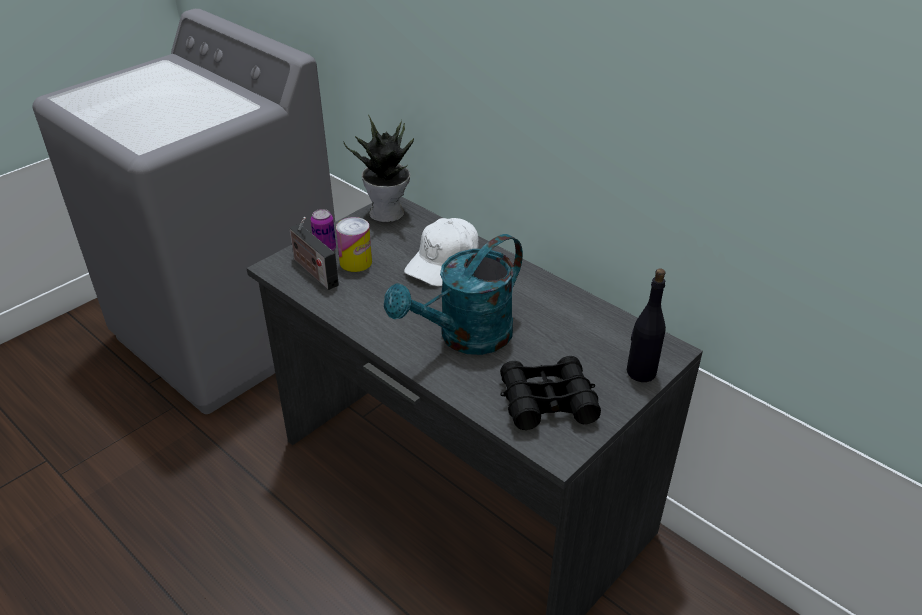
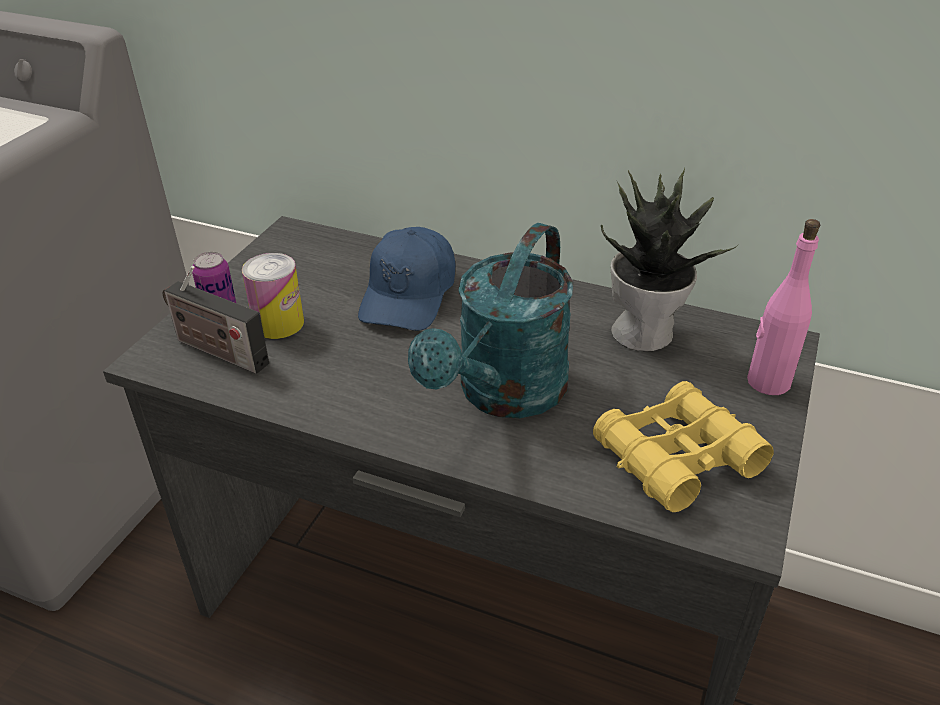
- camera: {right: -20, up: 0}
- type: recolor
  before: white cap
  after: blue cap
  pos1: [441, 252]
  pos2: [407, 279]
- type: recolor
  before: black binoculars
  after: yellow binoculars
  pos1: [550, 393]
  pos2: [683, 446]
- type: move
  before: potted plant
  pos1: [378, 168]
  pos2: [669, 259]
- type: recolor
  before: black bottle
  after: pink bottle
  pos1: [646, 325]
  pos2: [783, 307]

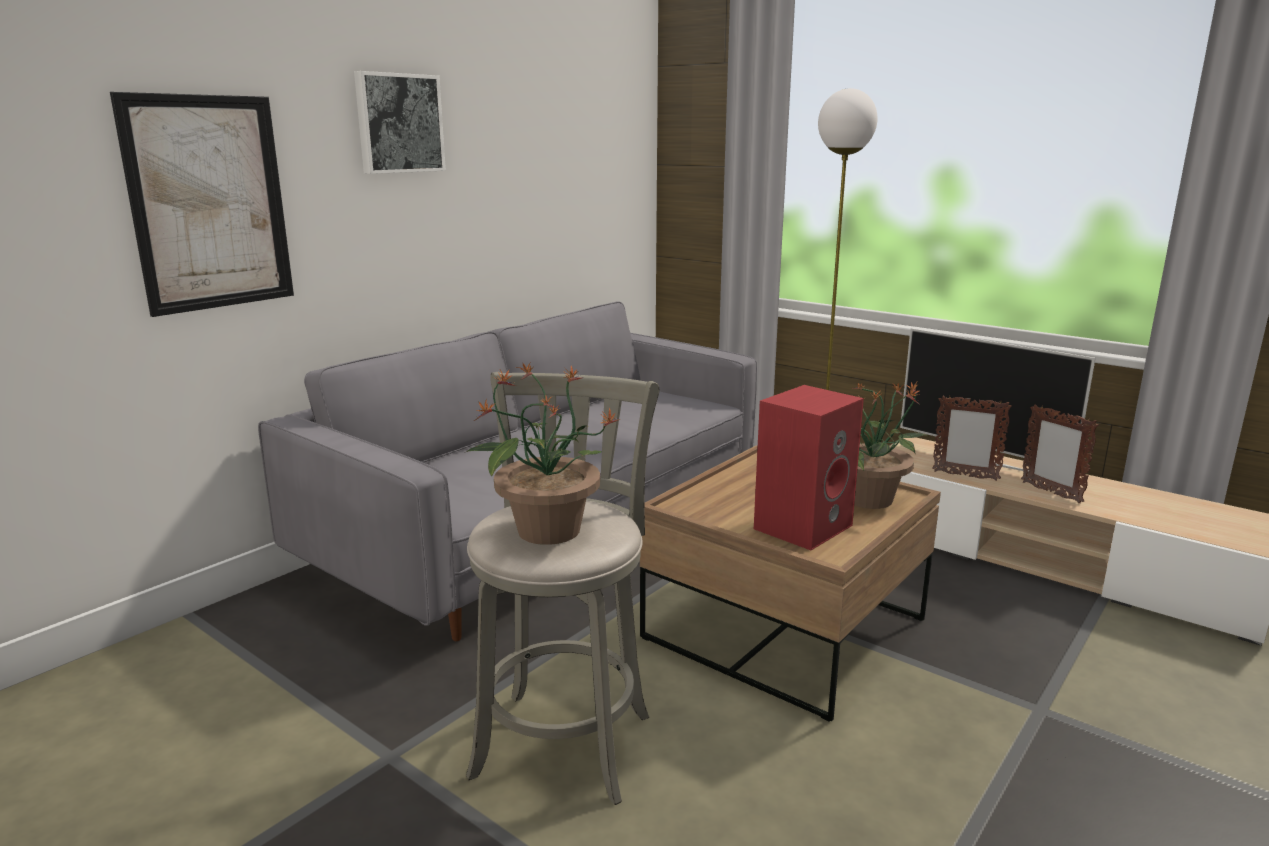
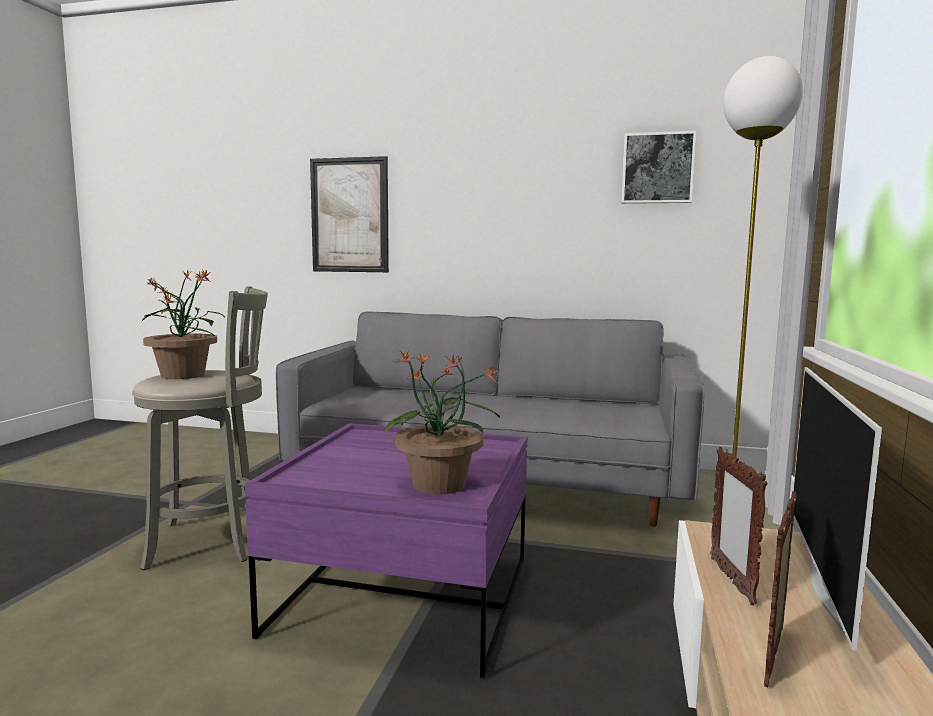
- camera: {right: 65, up: -10}
- type: recolor
  before: brown coffee table
  after: purple coffee table
  pos1: [790, 584]
  pos2: [386, 550]
- type: move
  before: picture
  pos1: [400, 122]
  pos2: [658, 167]
- type: delete
  before: red speaker
  pos1: [809, 467]

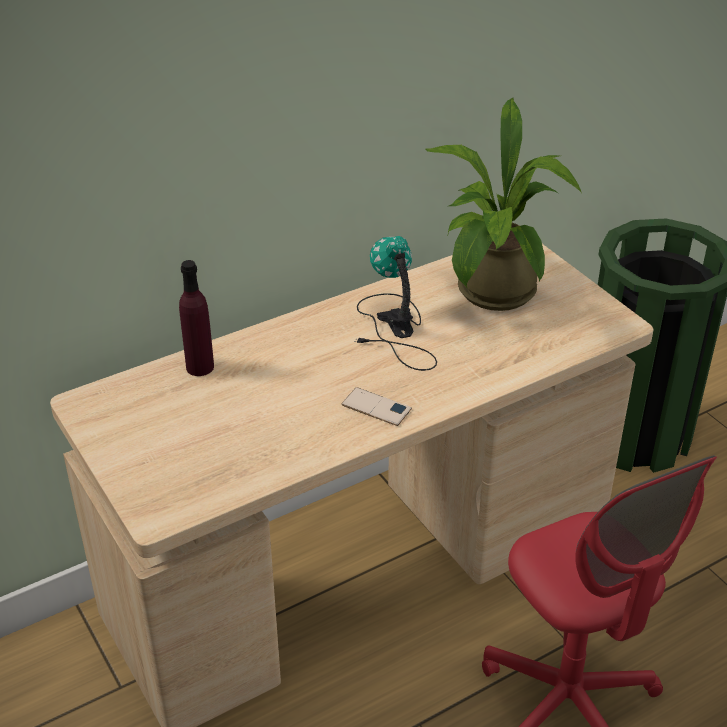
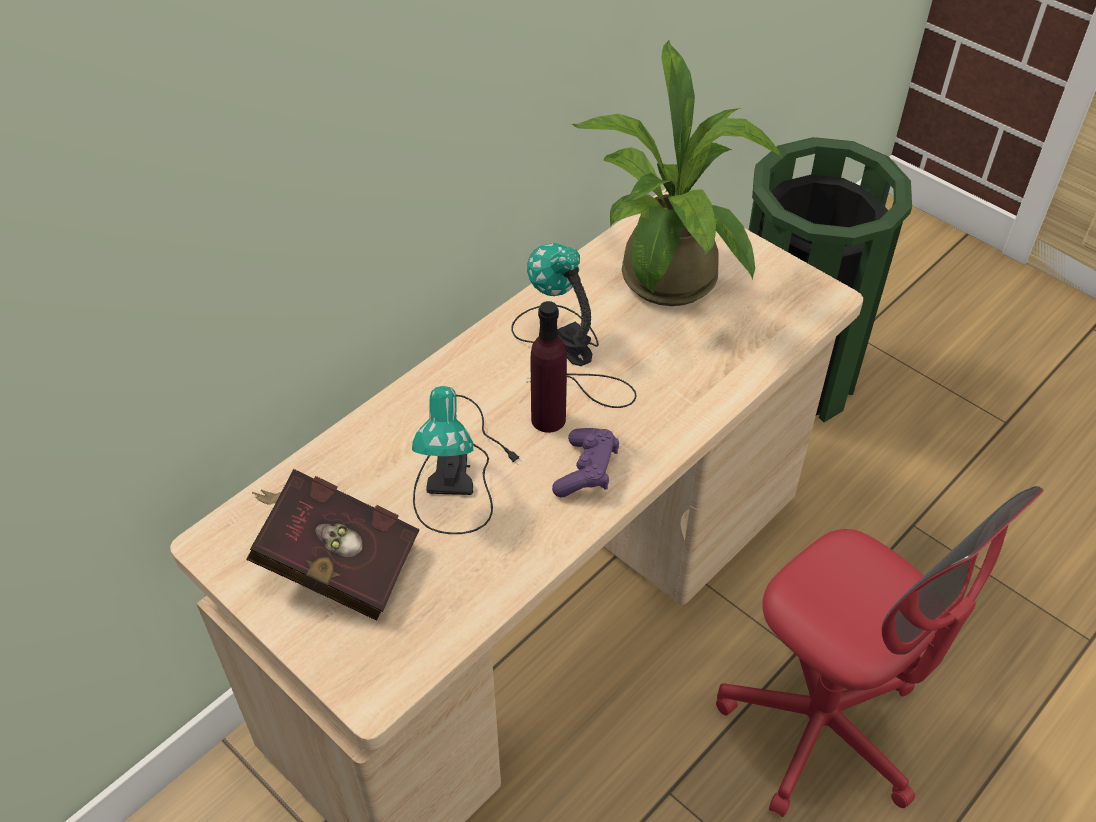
- camera: {right: -15, up: 10}
- type: insert
  after: red book
  pos2: [333, 545]
- type: insert
  after: table lamp
  pos2: [466, 460]
- type: move
  before: purple bottle
  pos1: [196, 318]
  pos2: [549, 367]
- type: replace
  before: phone
  after: purple game controller
  pos1: [377, 406]
  pos2: [585, 463]

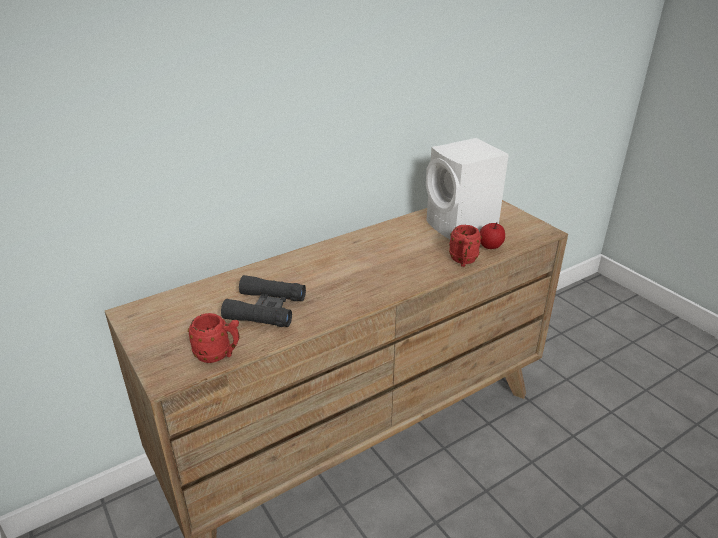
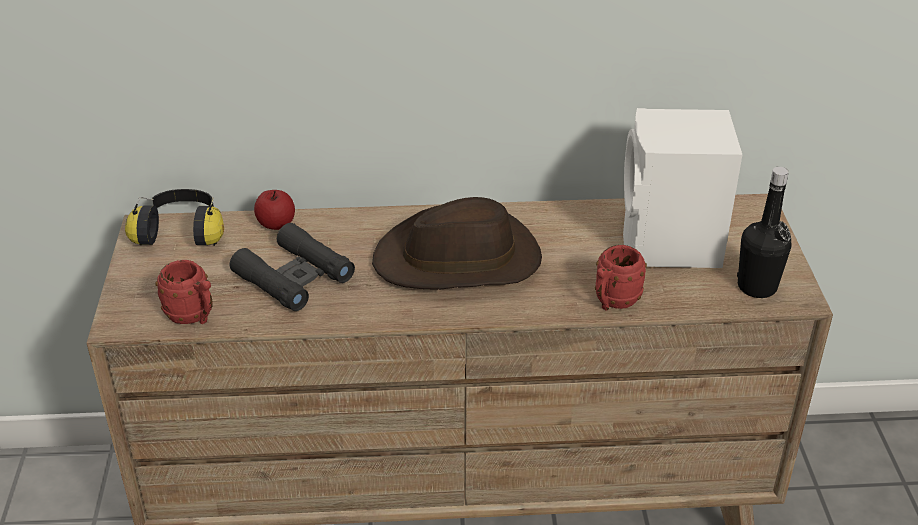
- camera: {right: 30, up: 5}
- type: insert
  after: headphones
  pos2: [174, 217]
- type: move
  before: apple
  pos1: [492, 235]
  pos2: [274, 210]
- type: insert
  after: brown hat
  pos2: [457, 243]
- type: insert
  after: black bottle
  pos2: [764, 232]

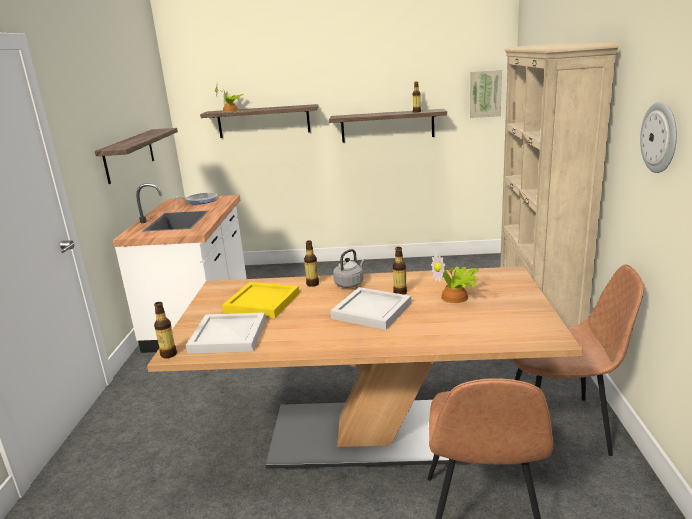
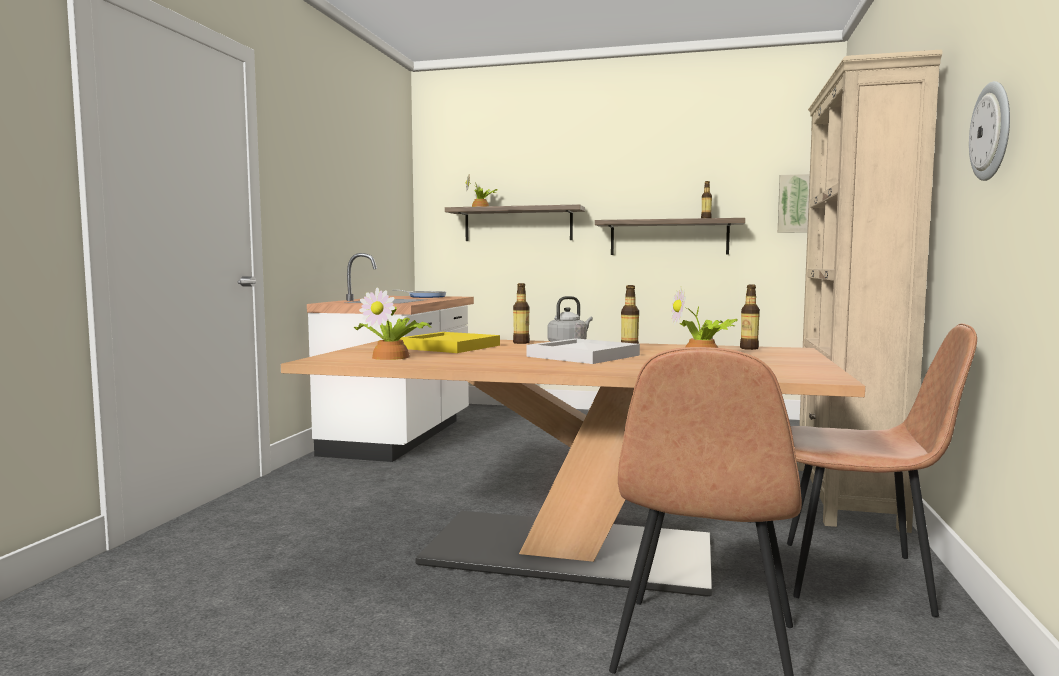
- camera: {right: 10, up: -15}
- type: replace
  before: white tray
  after: potted plant
  pos1: [226, 333]
  pos2: [392, 323]
- type: move
  before: bottle
  pos1: [165, 330]
  pos2: [750, 317]
- type: delete
  before: shelf
  pos1: [136, 156]

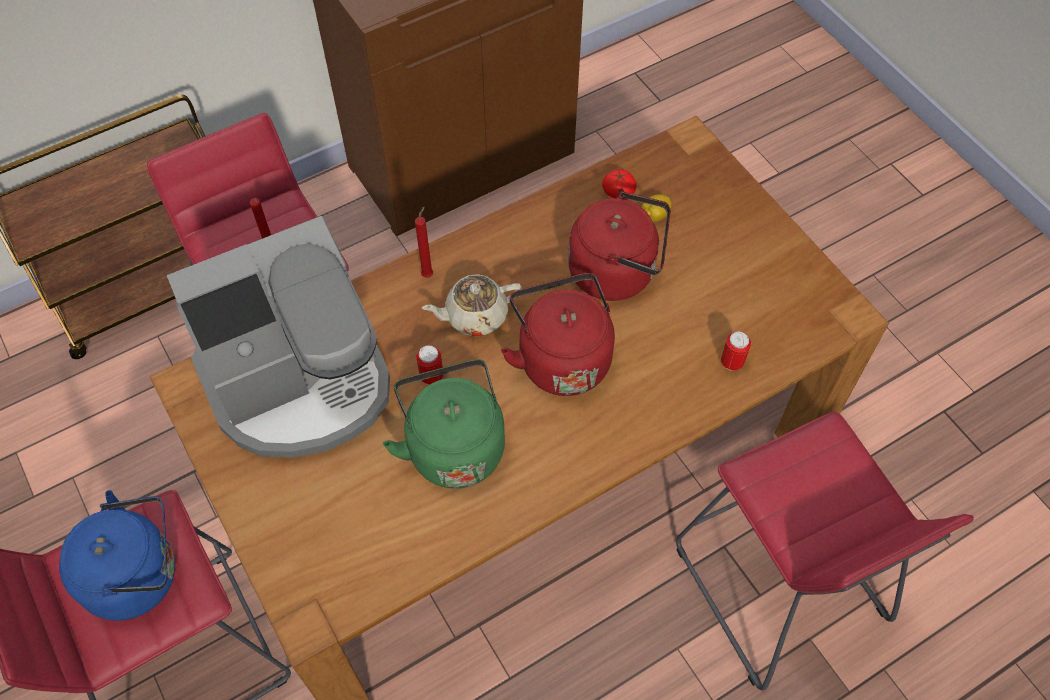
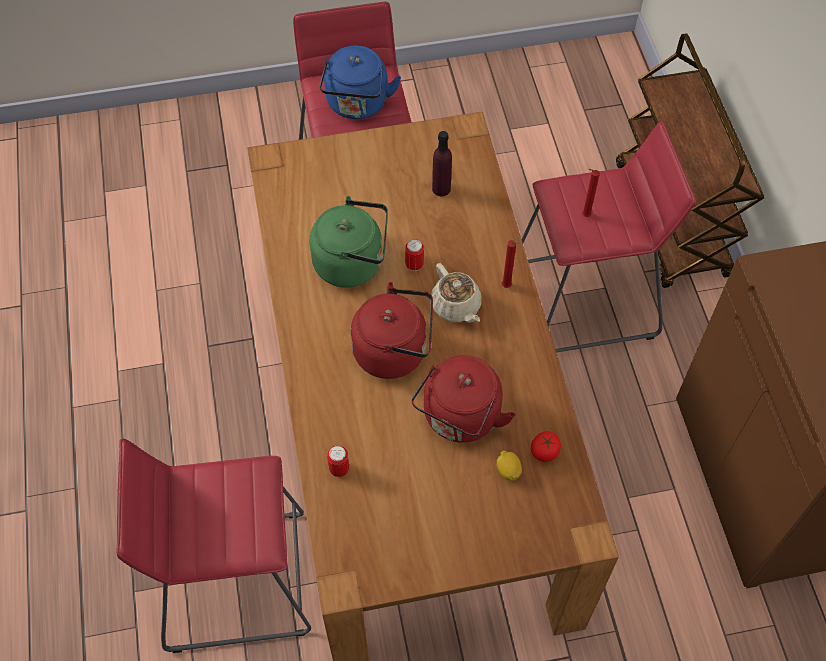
- camera: {right: 110, up: 0}
- type: rotate
  before: beige teapot
  pos1: [472, 305]
  pos2: [456, 293]
  turn: 150
- type: replace
  before: coffee machine
  after: purple bottle
  pos1: [278, 337]
  pos2: [442, 163]

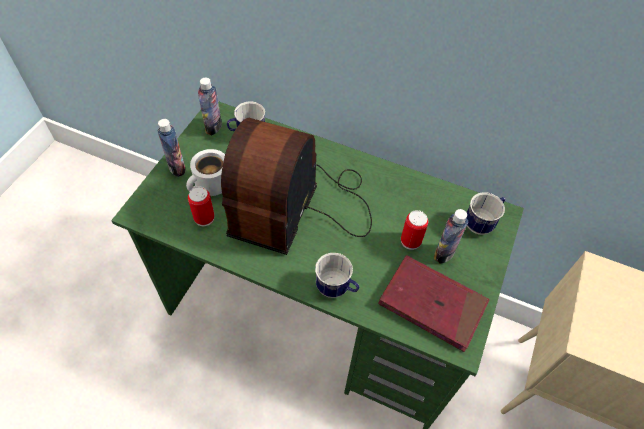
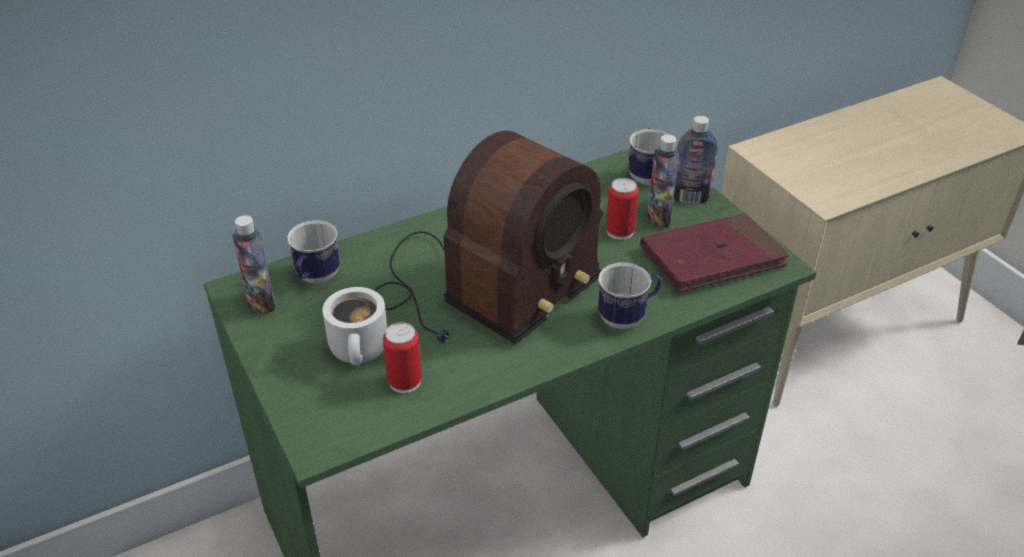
- camera: {right: -50, up: -15}
- type: rotate
  before: radio
  pos1: [296, 186]
  pos2: [488, 237]
  turn: -105
- type: move
  before: bottle
  pos1: [171, 148]
  pos2: [696, 160]

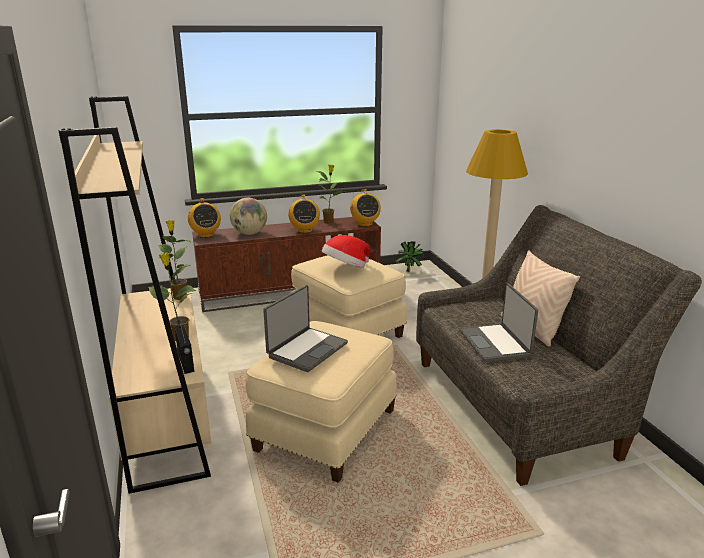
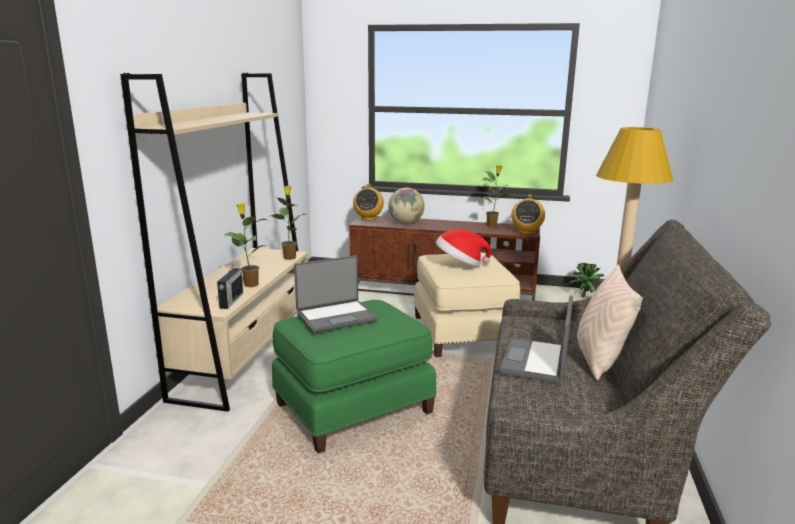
- camera: {right: 30, up: -5}
- type: recolor
  before: beige ottoman
  after: green ottoman
  pos1: [321, 402]
  pos2: [354, 376]
- type: delete
  before: radio
  pos1: [304, 214]

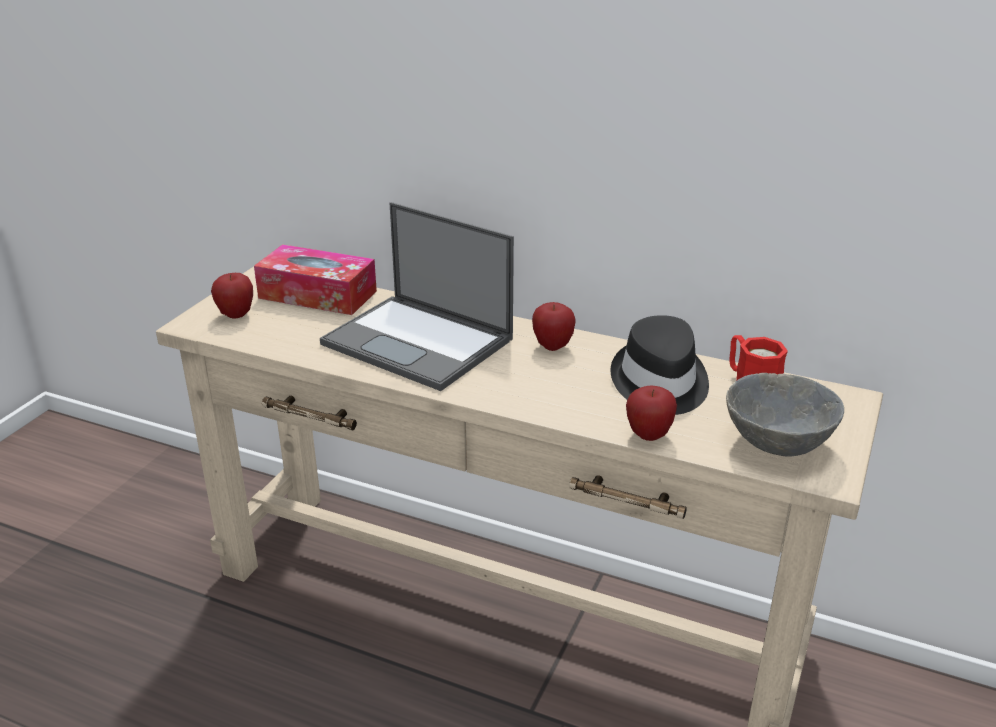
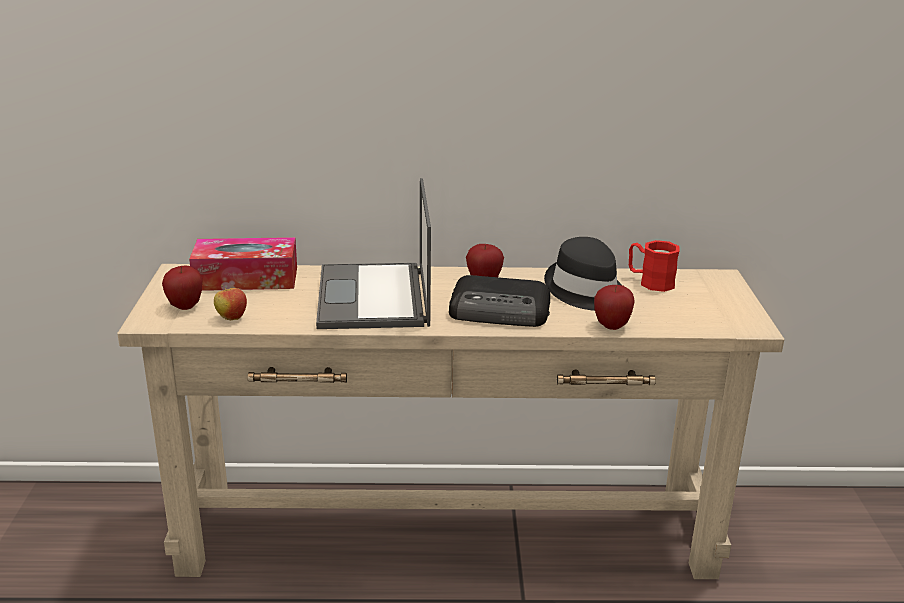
- camera: {right: -25, up: -5}
- type: insert
  after: apple
  pos2: [230, 302]
- type: rotate
  before: laptop
  pos1: [417, 296]
  pos2: [373, 253]
  turn: 75
- type: insert
  after: radio
  pos2: [499, 301]
- type: delete
  before: grey bowl
  pos1: [785, 415]

